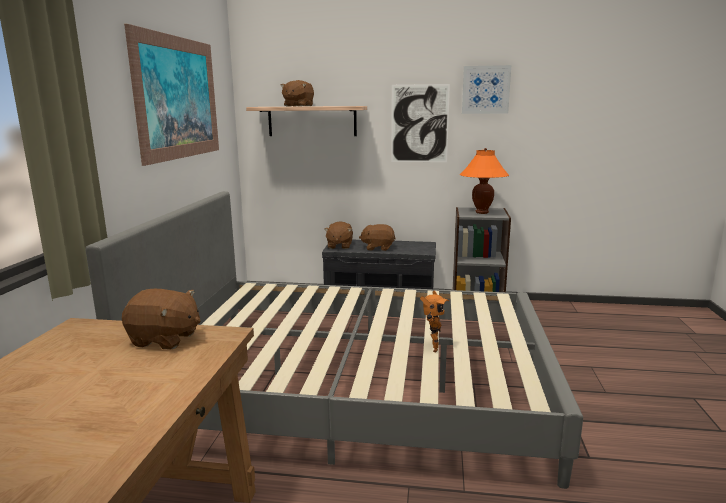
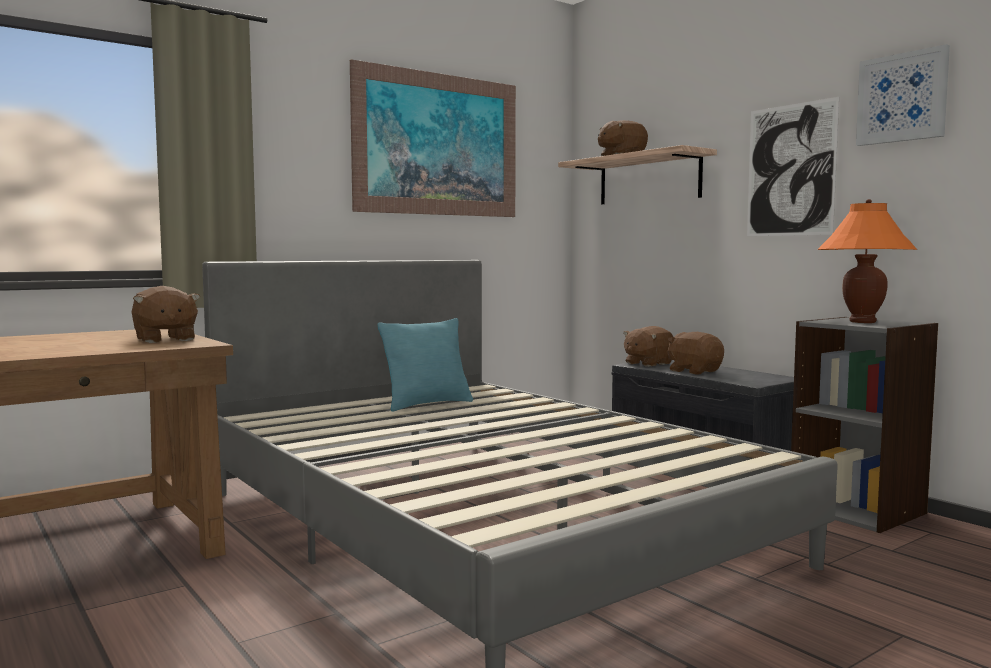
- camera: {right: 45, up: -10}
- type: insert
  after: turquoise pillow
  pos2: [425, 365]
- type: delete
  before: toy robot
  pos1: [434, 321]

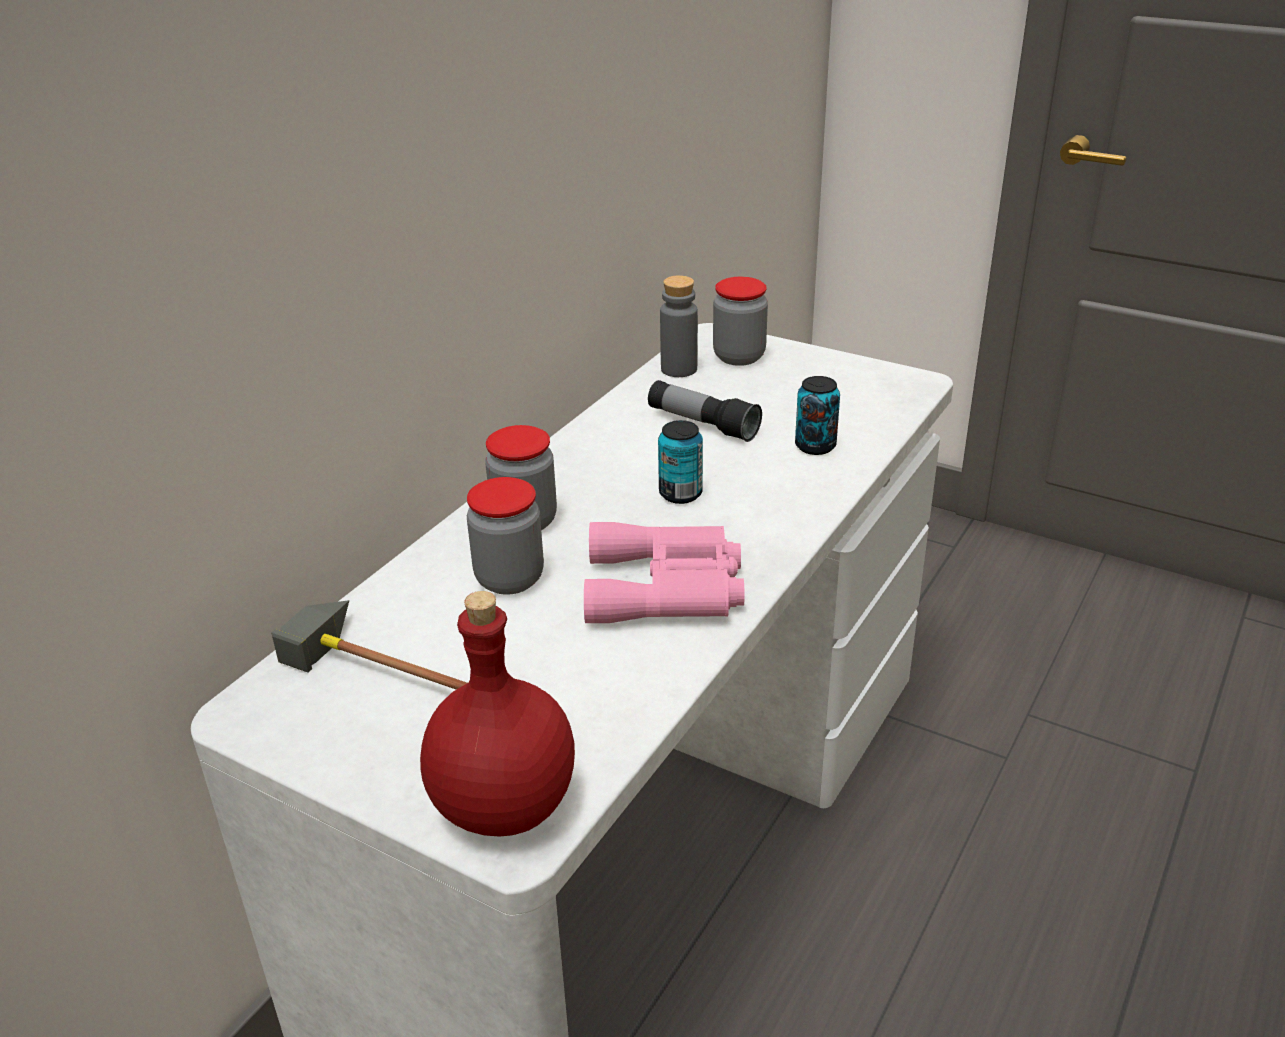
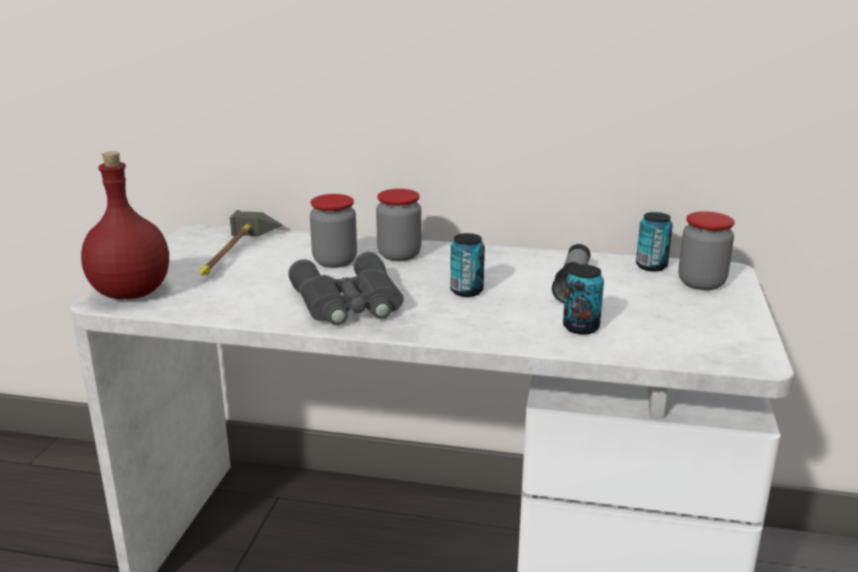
- camera: {right: 70, up: -10}
- type: recolor
  before: pink binoculars
  after: grey binoculars
  pos1: [664, 572]
  pos2: [346, 289]
- type: replace
  before: grey bottle
  after: can
  pos1: [679, 326]
  pos2: [654, 241]

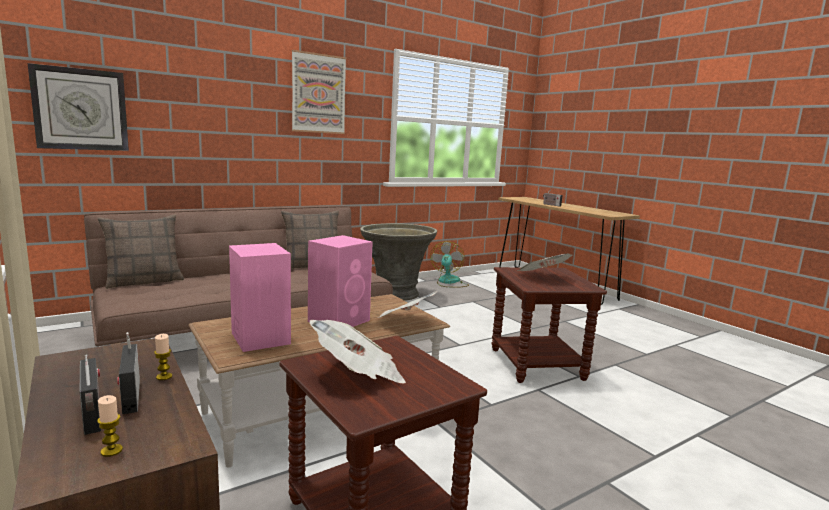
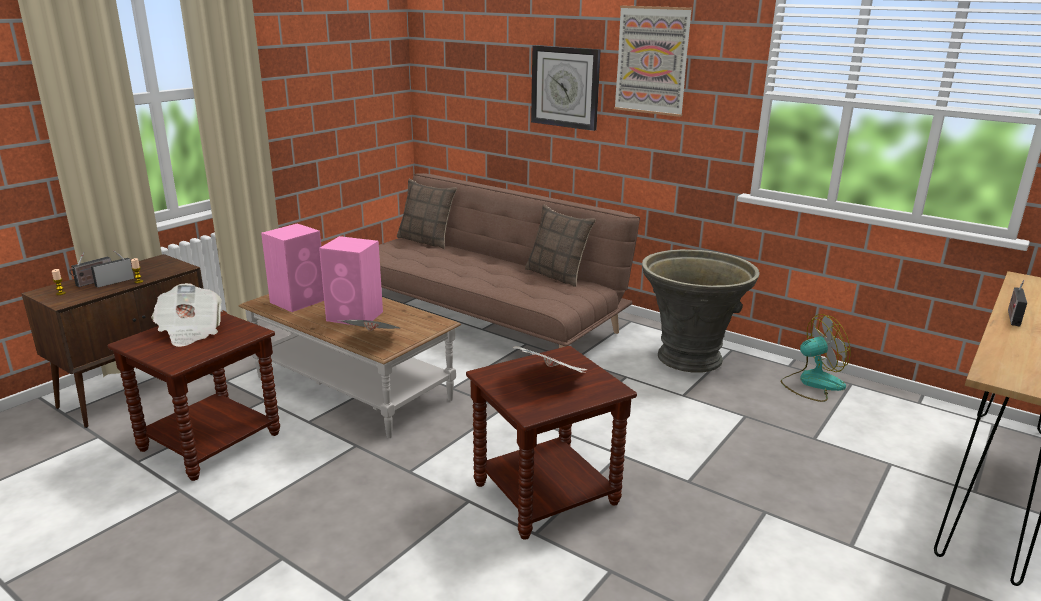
- camera: {right: 70, up: 10}
- type: move
  before: wall clock
  pos1: [78, 107]
  pos2: [566, 88]

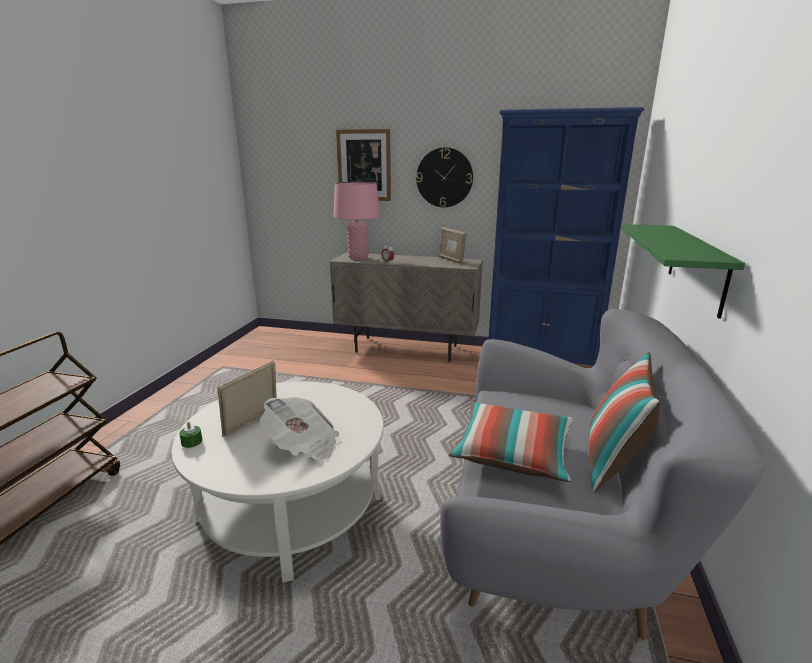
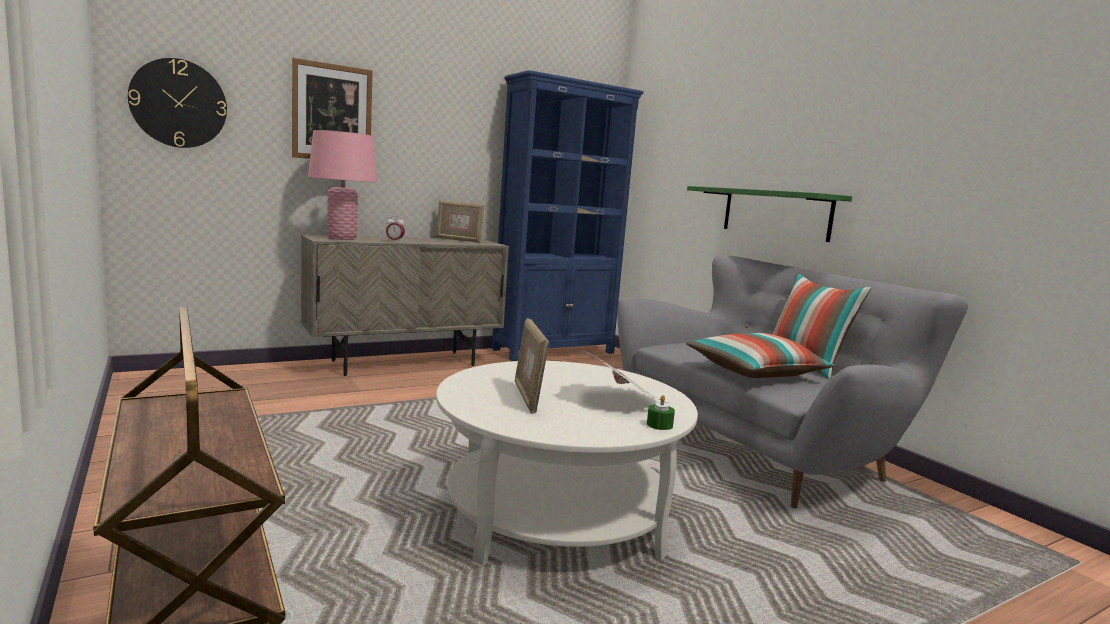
- camera: {right: -45, up: -10}
- type: move
  before: wall clock
  pos1: [444, 177]
  pos2: [177, 103]
- type: move
  before: green candle
  pos1: [190, 435]
  pos2: [661, 412]

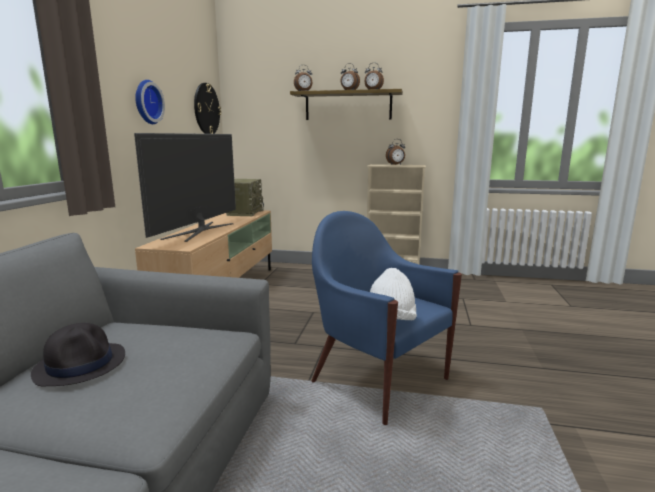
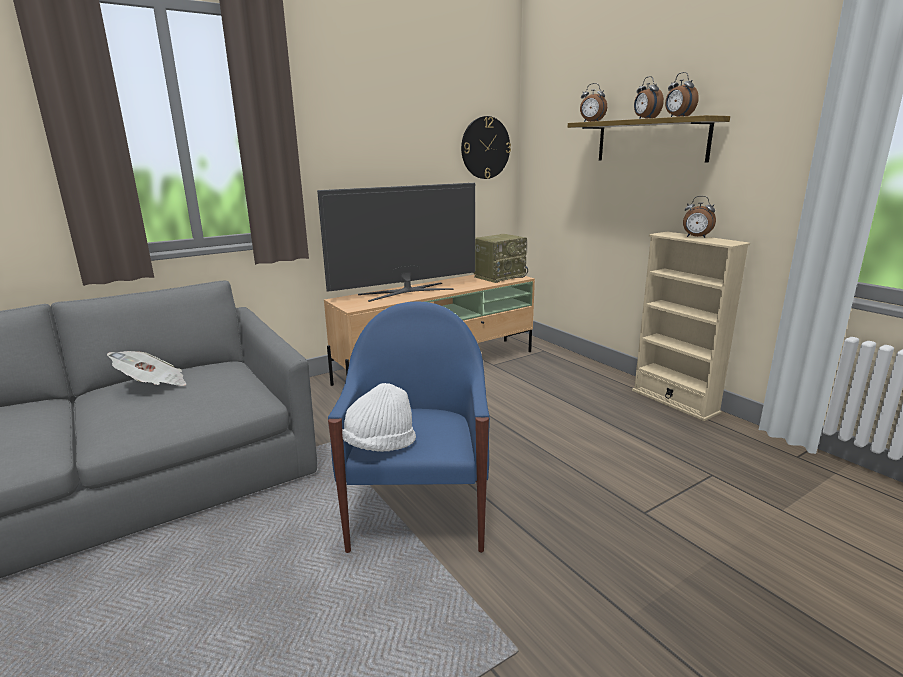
- camera: {right: 45, up: 5}
- type: replace
  before: black hat
  after: newspaper
  pos1: [78, 354]
  pos2: [146, 368]
- type: delete
  before: wall clock
  pos1: [150, 102]

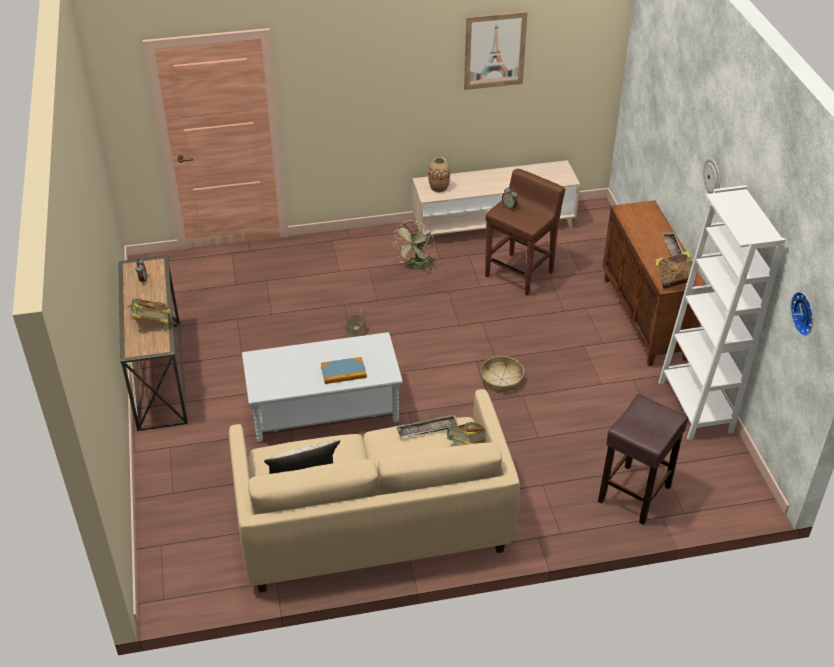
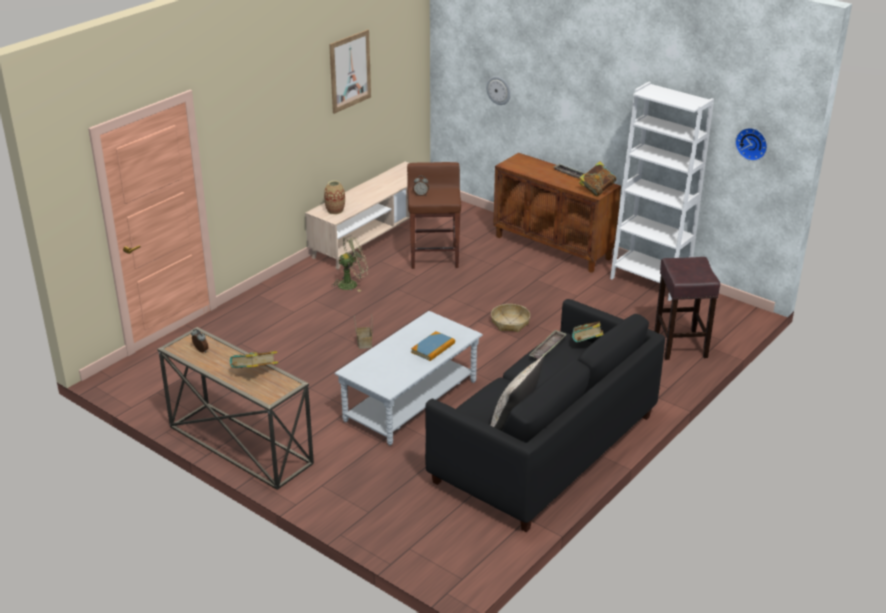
- camera: {right: -40, up: -10}
- type: rotate
  before: green fan
  pos1: [413, 245]
  pos2: [349, 264]
  turn: -105
- type: recolor
  before: beige sofa
  after: black sofa
  pos1: [374, 491]
  pos2: [545, 415]
- type: move
  before: wall clock
  pos1: [711, 176]
  pos2: [498, 90]

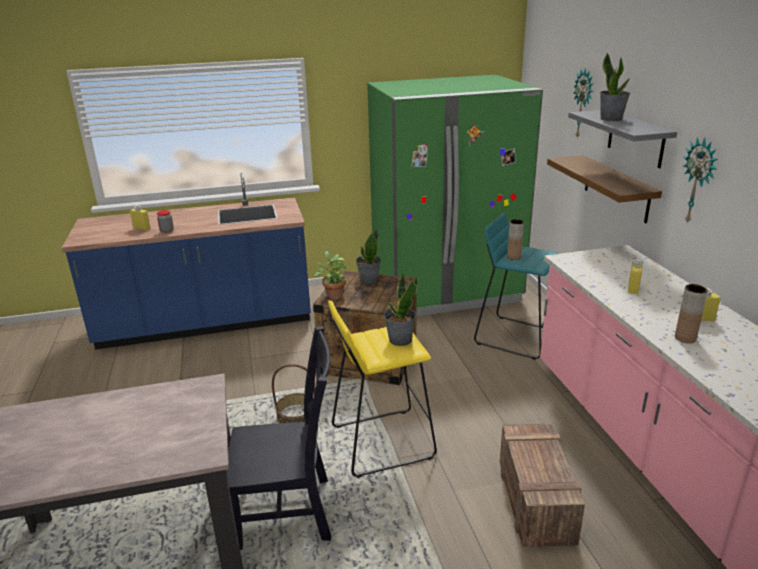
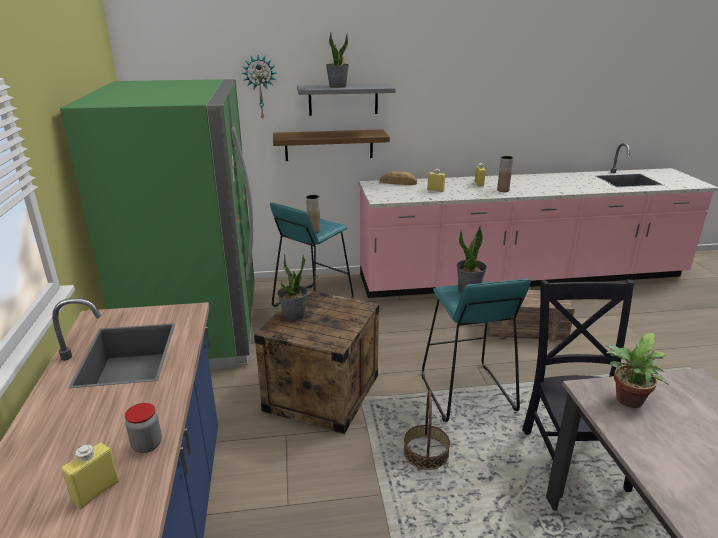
- camera: {right: -85, up: 0}
- type: insert
  after: bread
  pos2: [398, 178]
- type: recolor
  before: yellow stool
  after: turquoise stool
  pos1: [382, 389]
  pos2: [476, 350]
- type: move
  before: potted plant
  pos1: [331, 275]
  pos2: [637, 370]
- type: delete
  before: wall clock
  pos1: [700, 180]

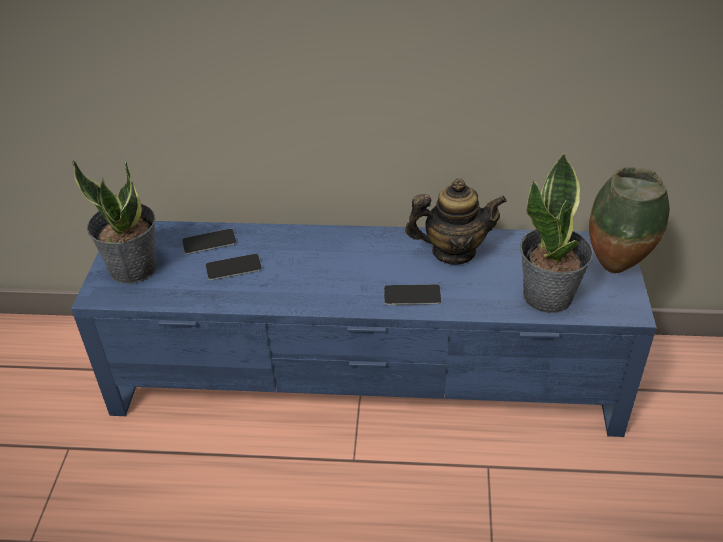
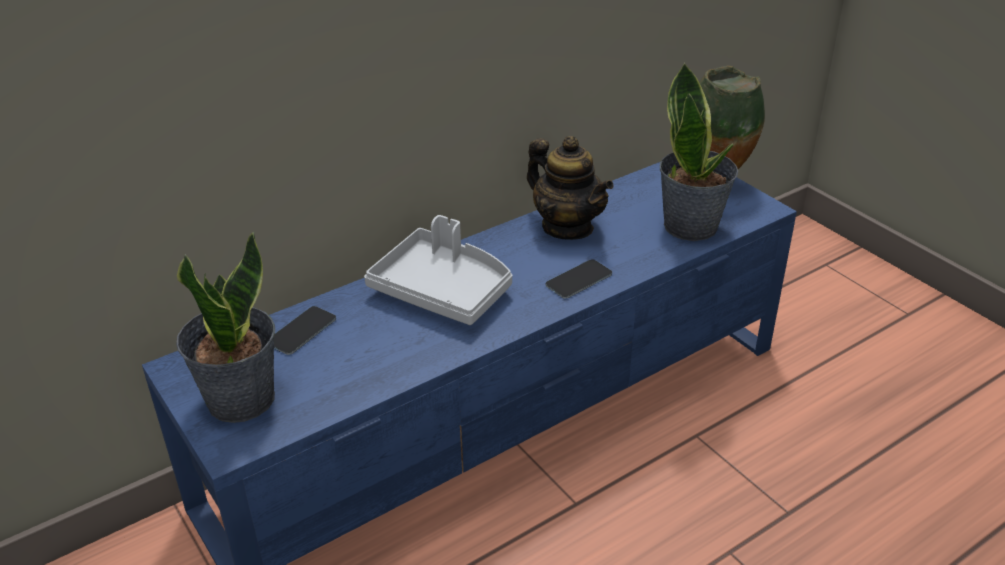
- camera: {right: -40, up: -5}
- type: insert
  after: grey tray
  pos2: [438, 270]
- type: rotate
  before: teapot
  pos1: [456, 221]
  pos2: [570, 188]
  turn: 90
- type: delete
  before: phone
  pos1: [234, 267]

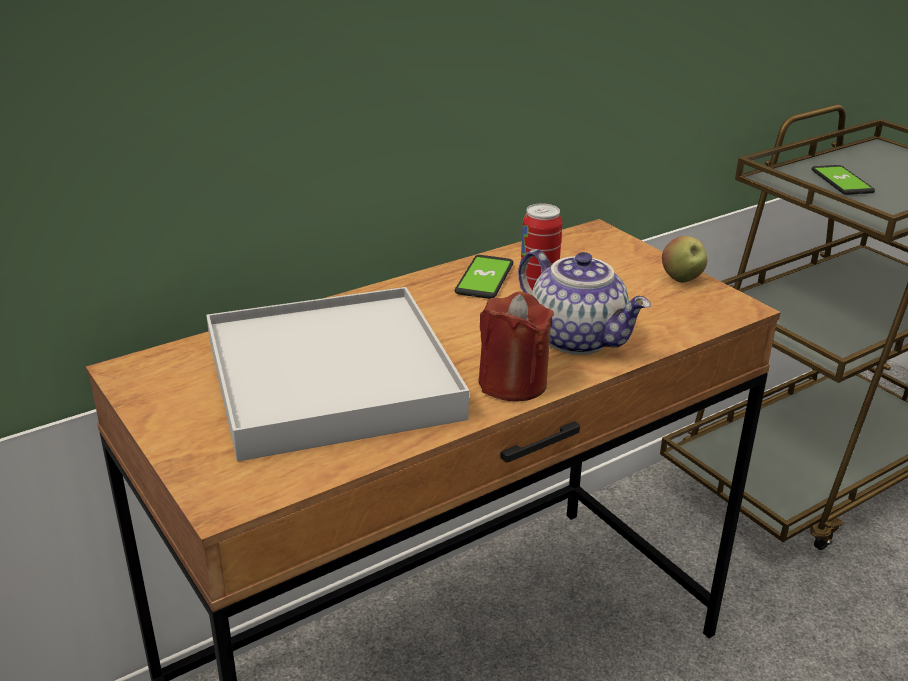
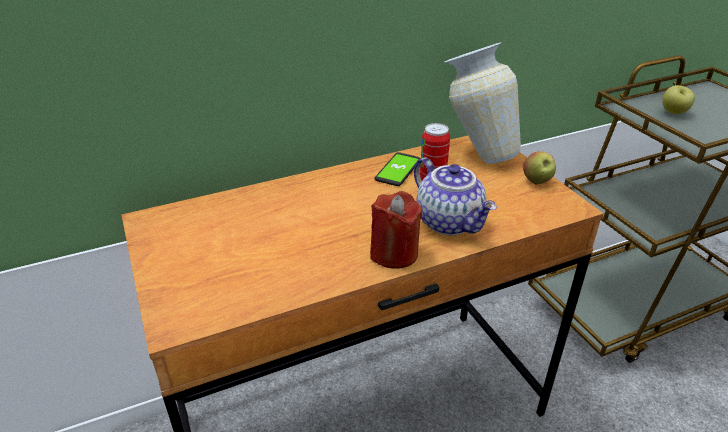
- camera: {right: 10, up: 5}
- type: insert
  after: vase
  pos2: [482, 103]
- type: replace
  before: phone
  after: apple
  pos1: [843, 180]
  pos2: [678, 99]
- type: delete
  before: white tray
  pos1: [337, 374]

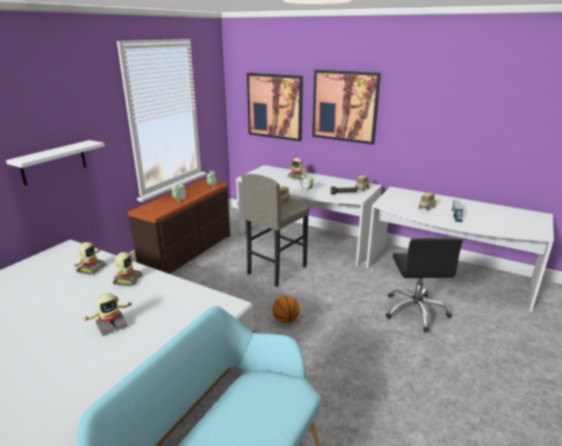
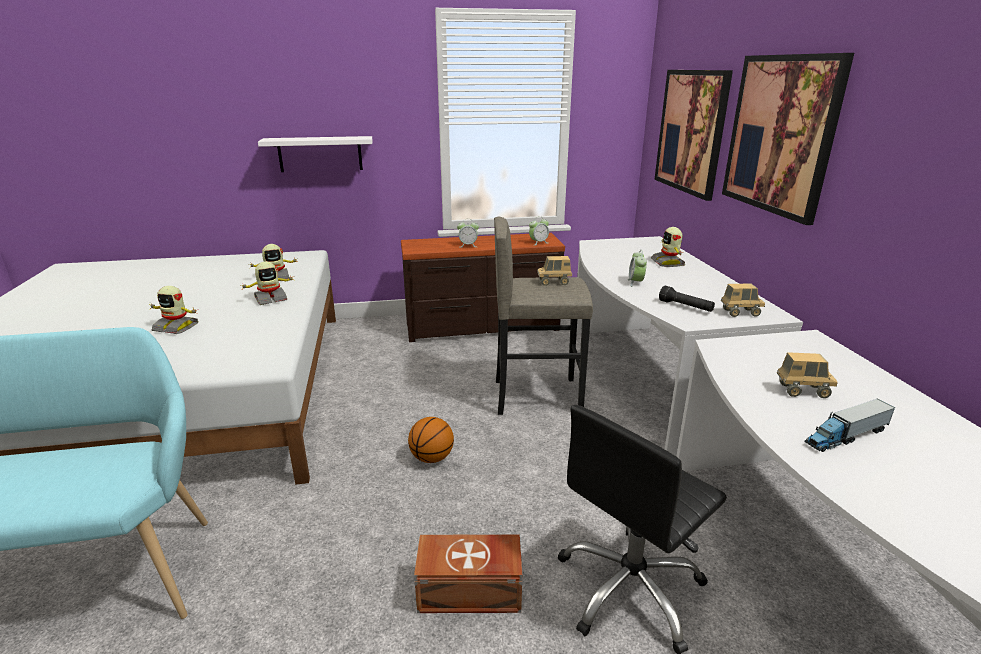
- camera: {right: 50, up: 0}
- type: insert
  after: brown storage box
  pos2: [468, 573]

